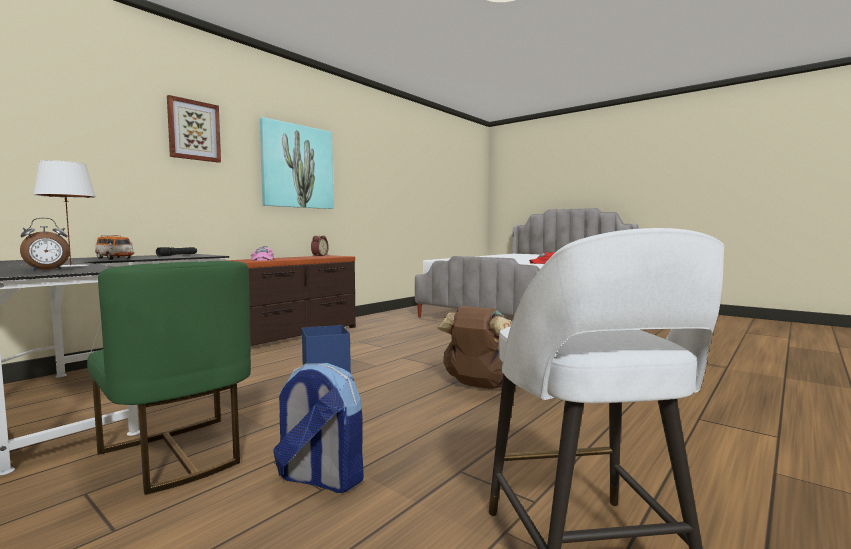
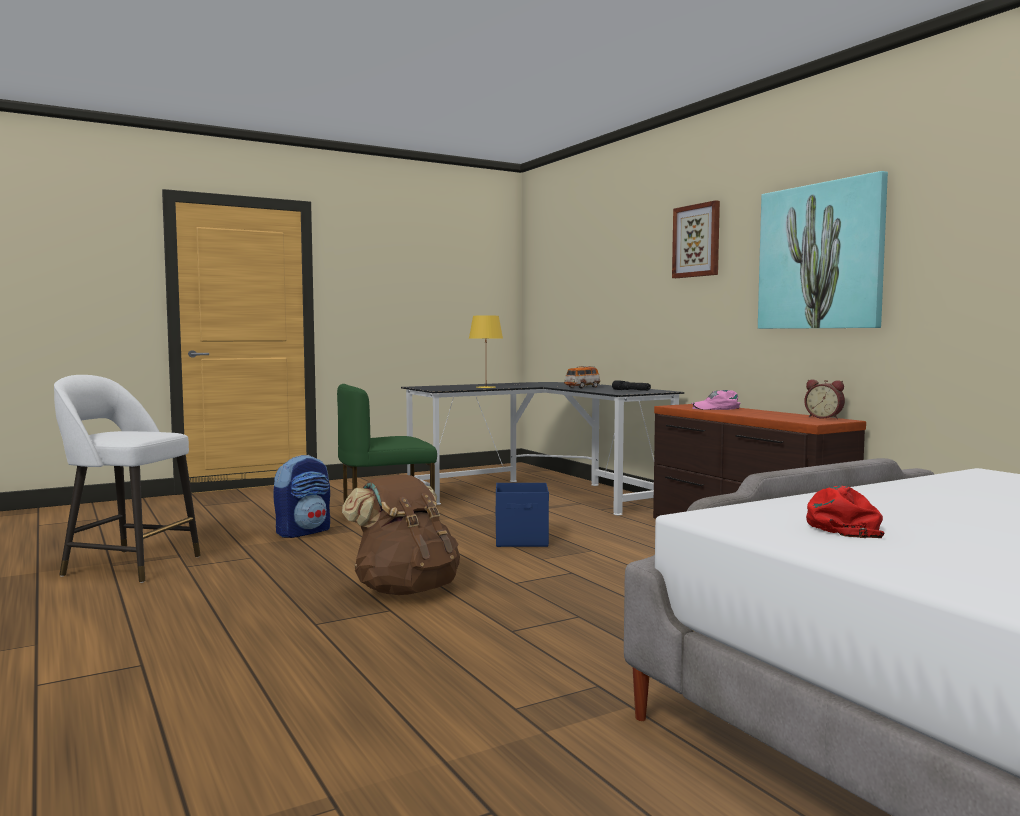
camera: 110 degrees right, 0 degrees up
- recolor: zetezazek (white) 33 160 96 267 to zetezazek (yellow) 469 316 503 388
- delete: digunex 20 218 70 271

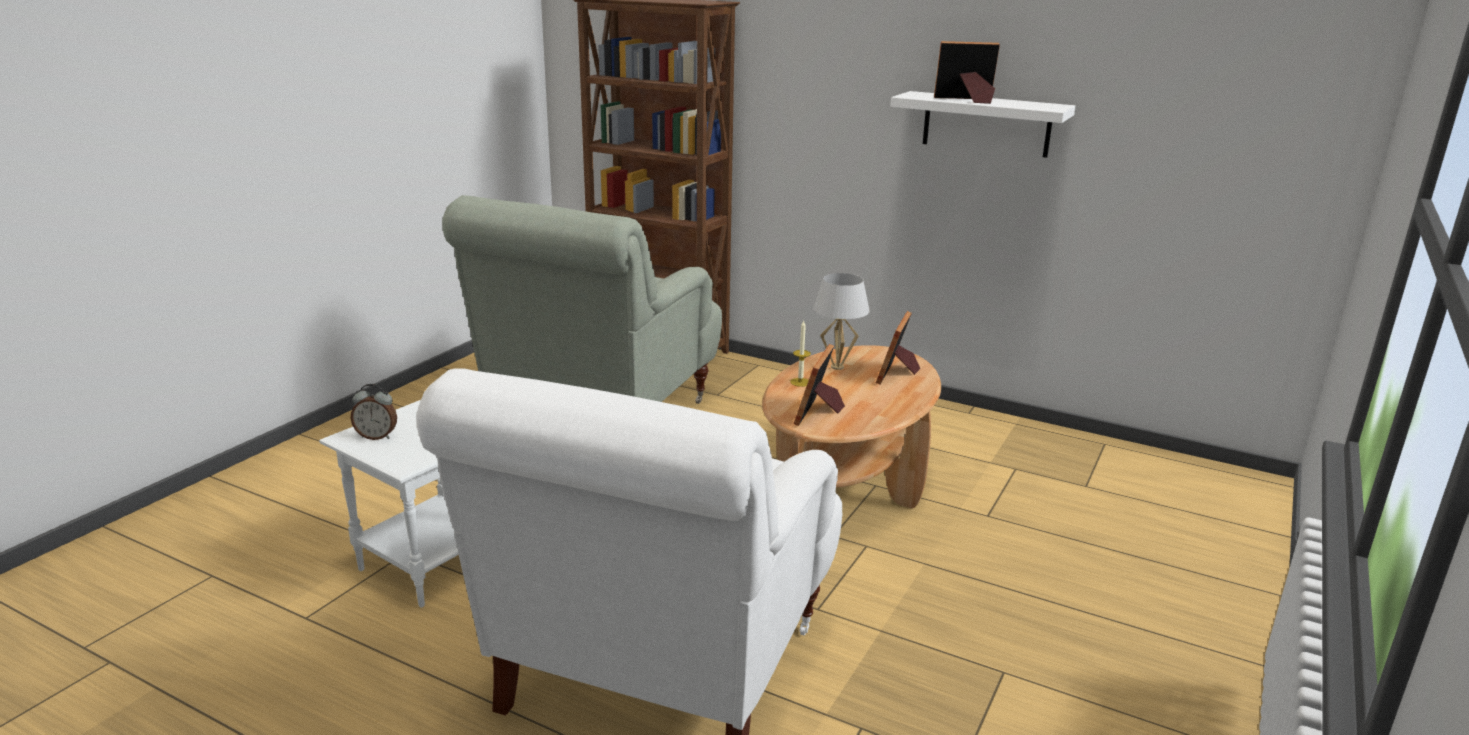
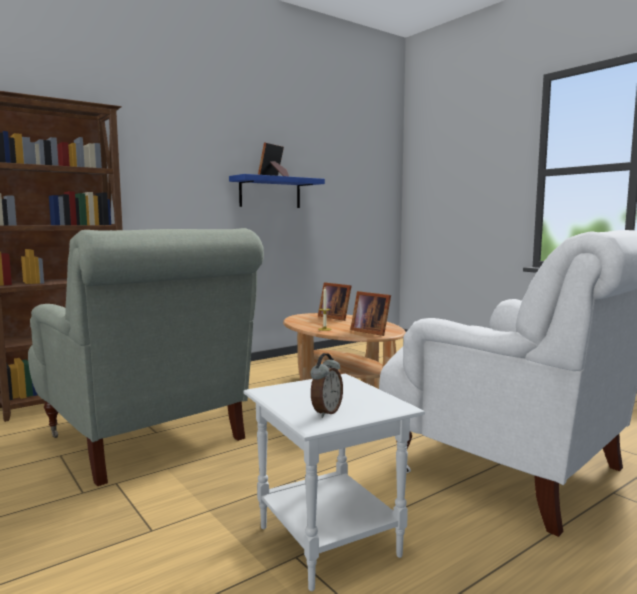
camera: 65 degrees left, 15 degrees down
- recolor: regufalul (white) 890 91 1075 158 to regufalul (blue) 229 174 325 208
- delete: zetezazek (white) 813 273 870 370

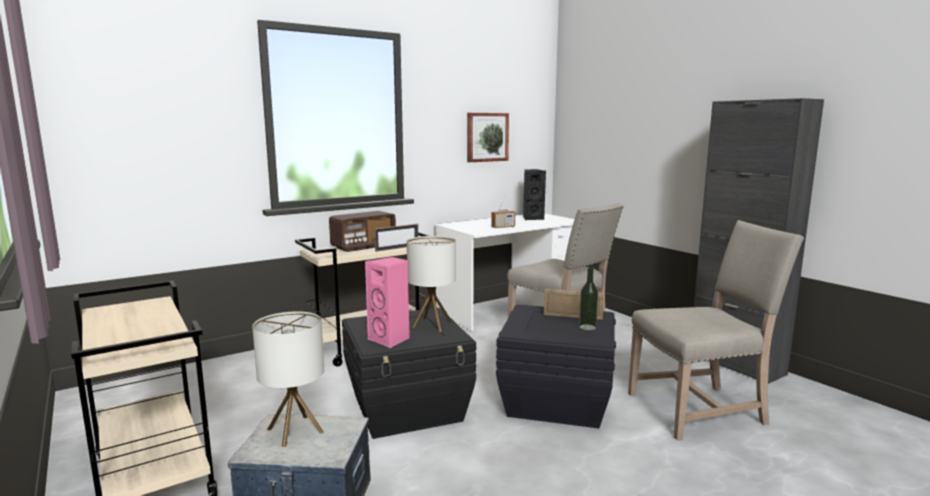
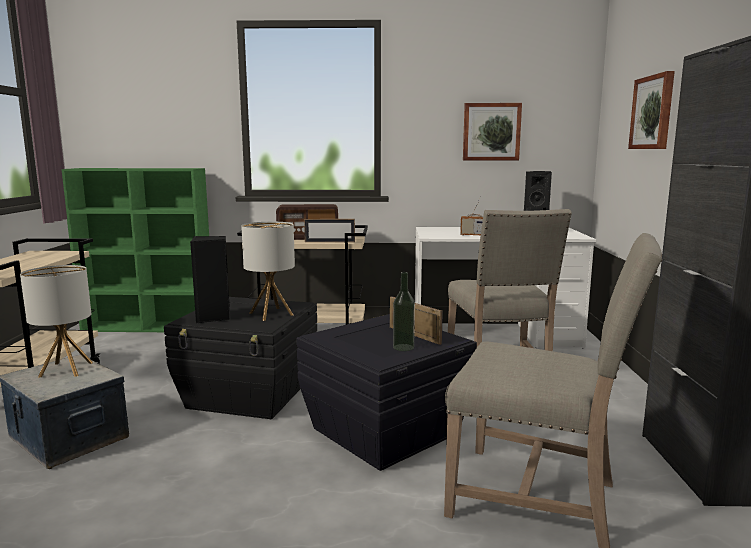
camera: 35 degrees right, 0 degrees up
- recolor: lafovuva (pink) 365 257 410 348 to lafovuva (black) 190 236 230 323
- insert: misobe 628 71 675 149
- insert: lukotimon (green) 61 168 209 332

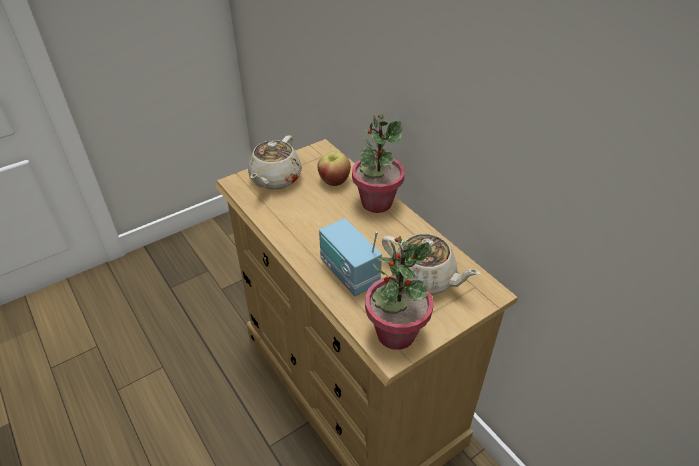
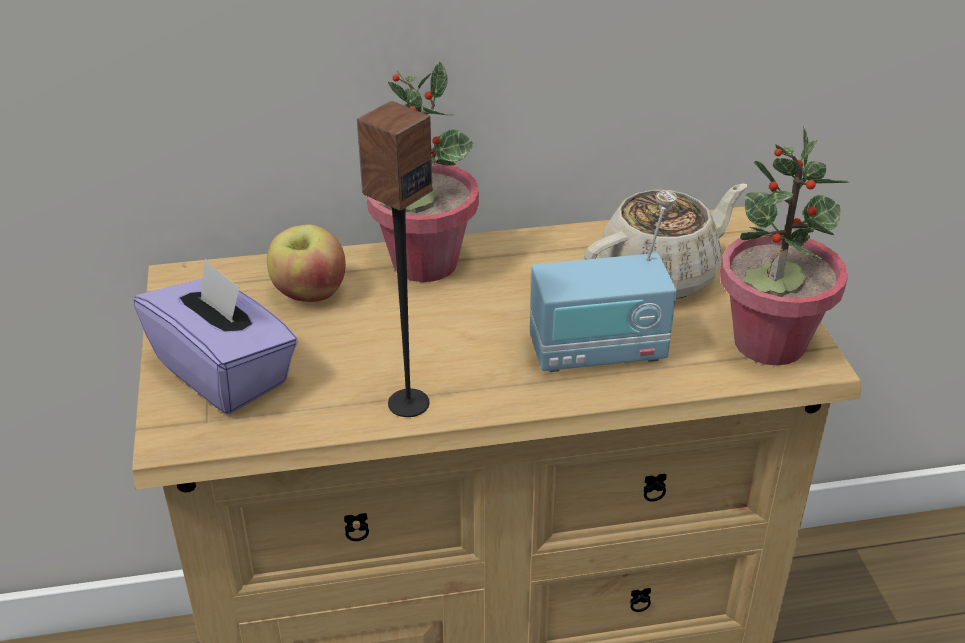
camera: 65 degrees left, 5 degrees down
- replace: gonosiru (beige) 248 135 302 190 to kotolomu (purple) 133 258 298 414
- insert: lafovuva 357 101 432 417

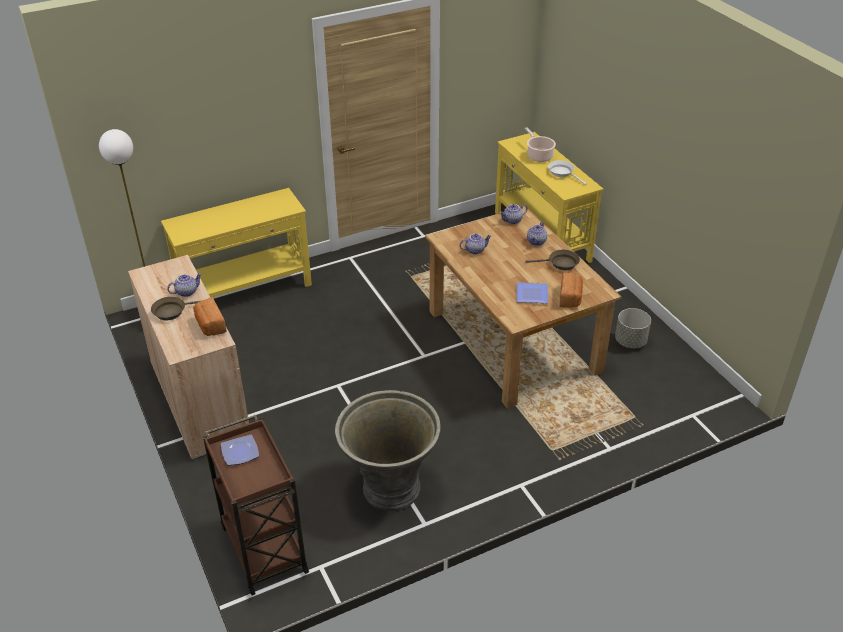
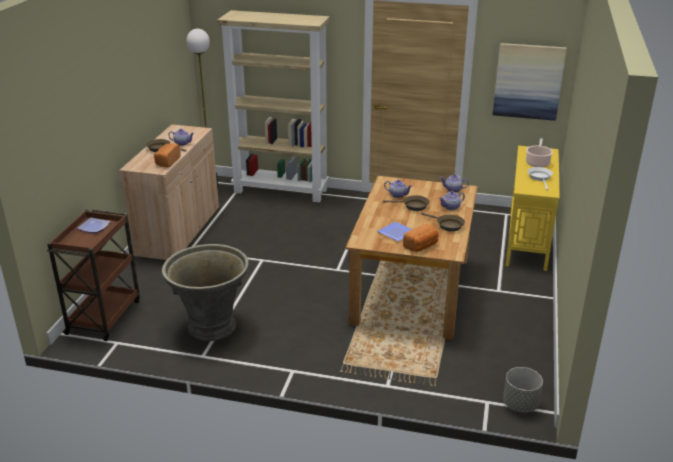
camera: 40 degrees right, 10 degrees down
- replace: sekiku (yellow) 161 188 312 297 to lukotimon (beige) 217 10 330 203
- move: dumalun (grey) 615 308 651 348 to 503 367 543 413
- insert: misobe 493 43 567 121
- insert: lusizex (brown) 383 195 430 211

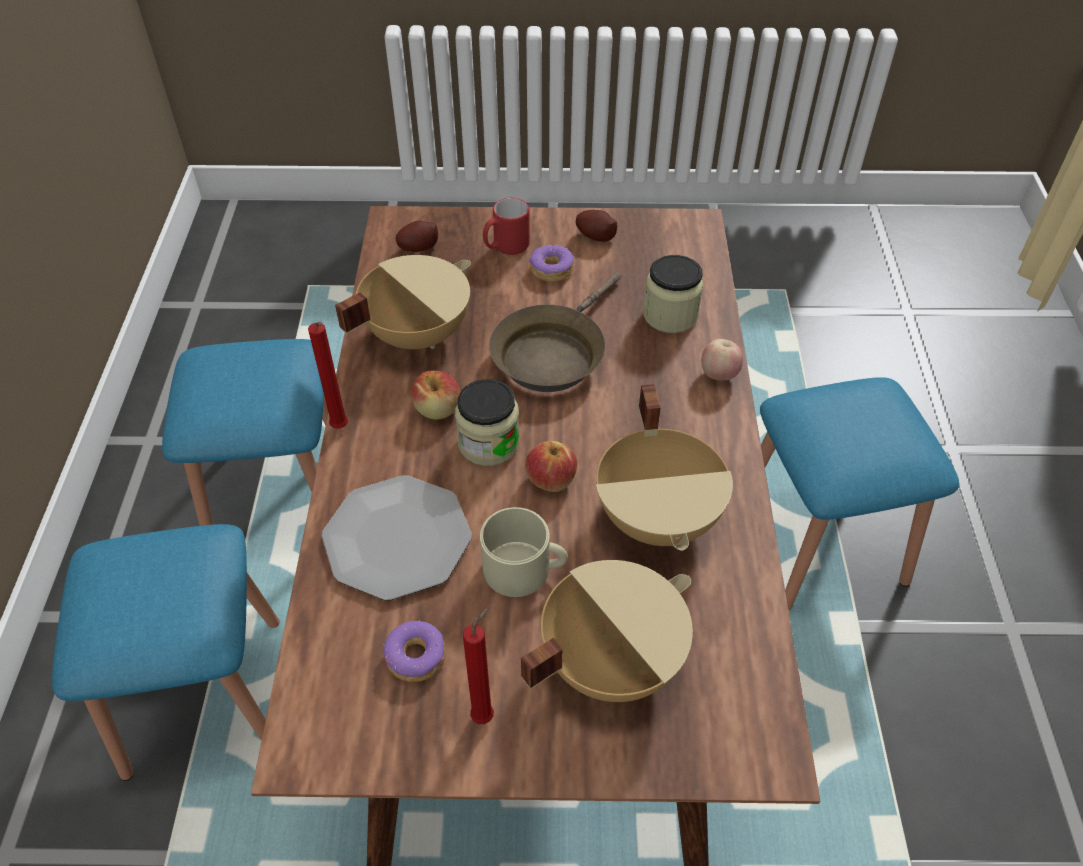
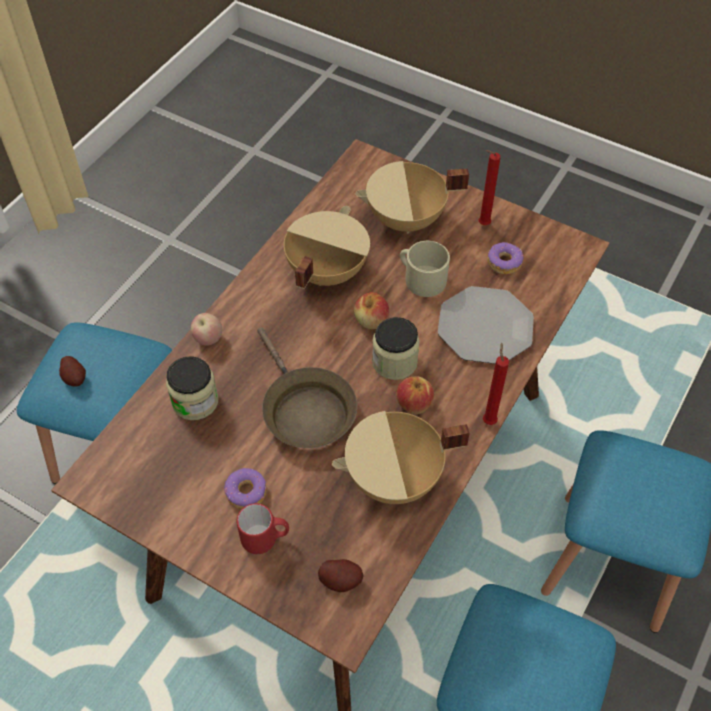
camera: 150 degrees left, 5 degrees up
- move: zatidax 576 210 618 242 to 59 356 86 387
- rotate: lusizex (brown) 489 272 621 392 = 257 327 357 448 90 degrees clockwise

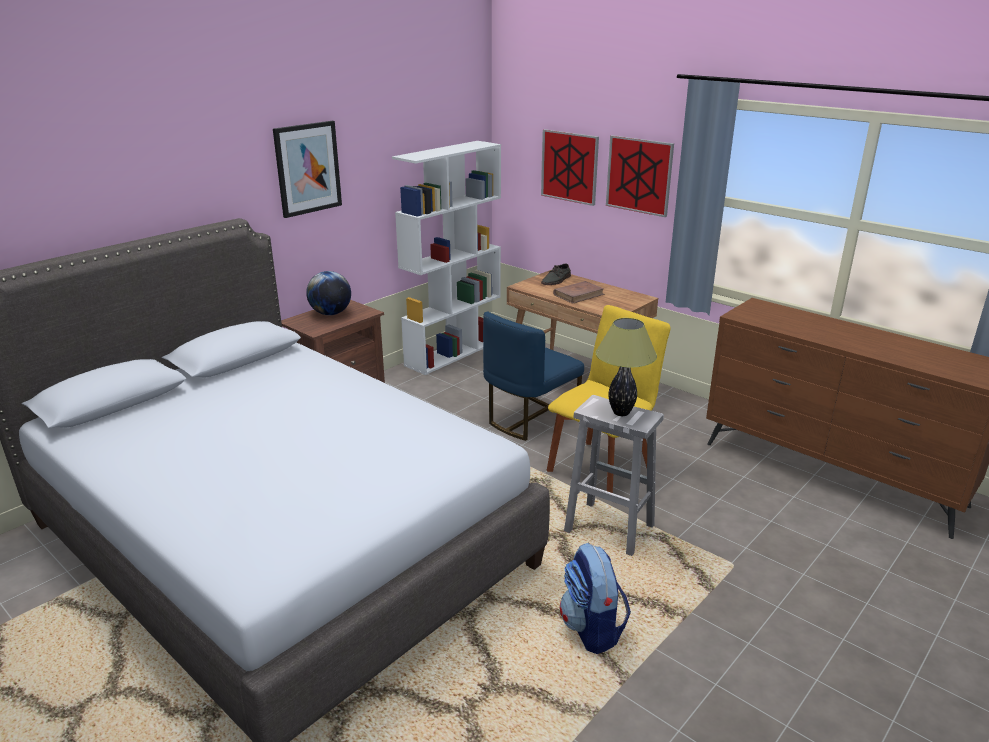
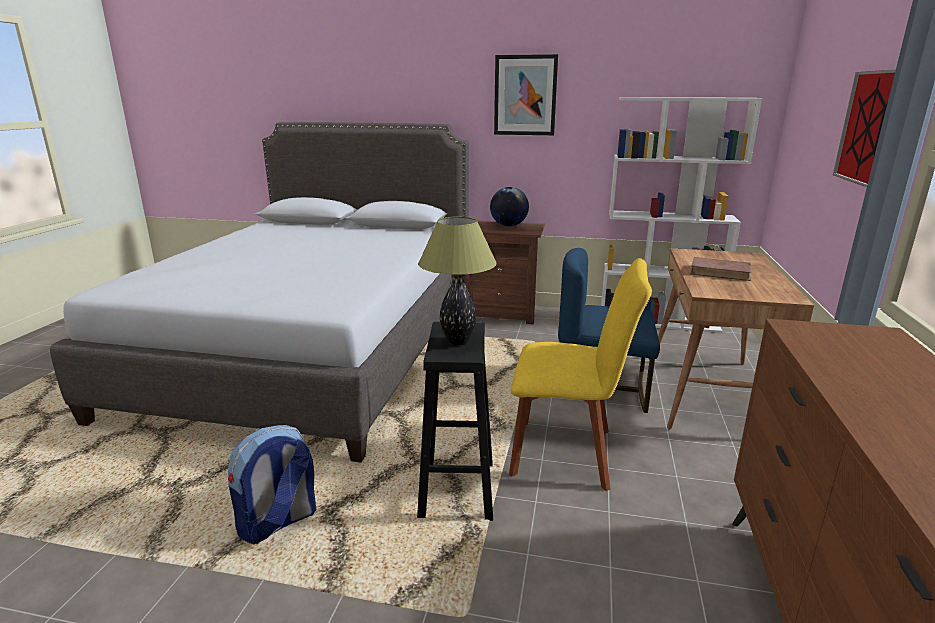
camera: 60 degrees right, 5 degrees down
- delete: misobe 541 129 599 206
- delete: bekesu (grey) 541 263 571 285
- recolor: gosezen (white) 564 395 664 556 to gosezen (black) 417 322 493 521

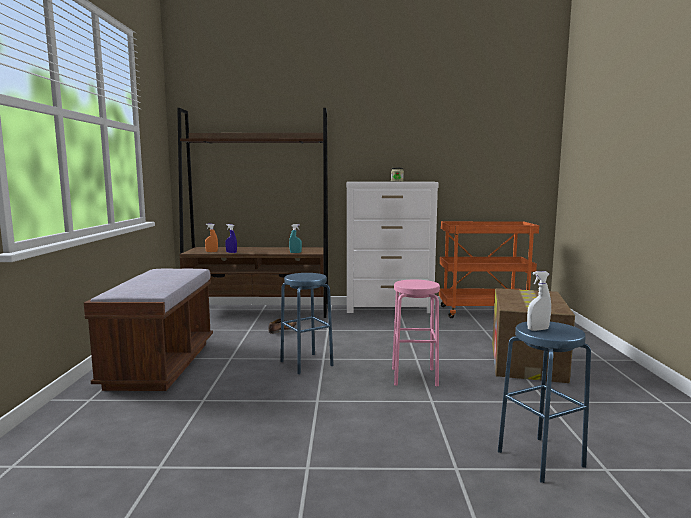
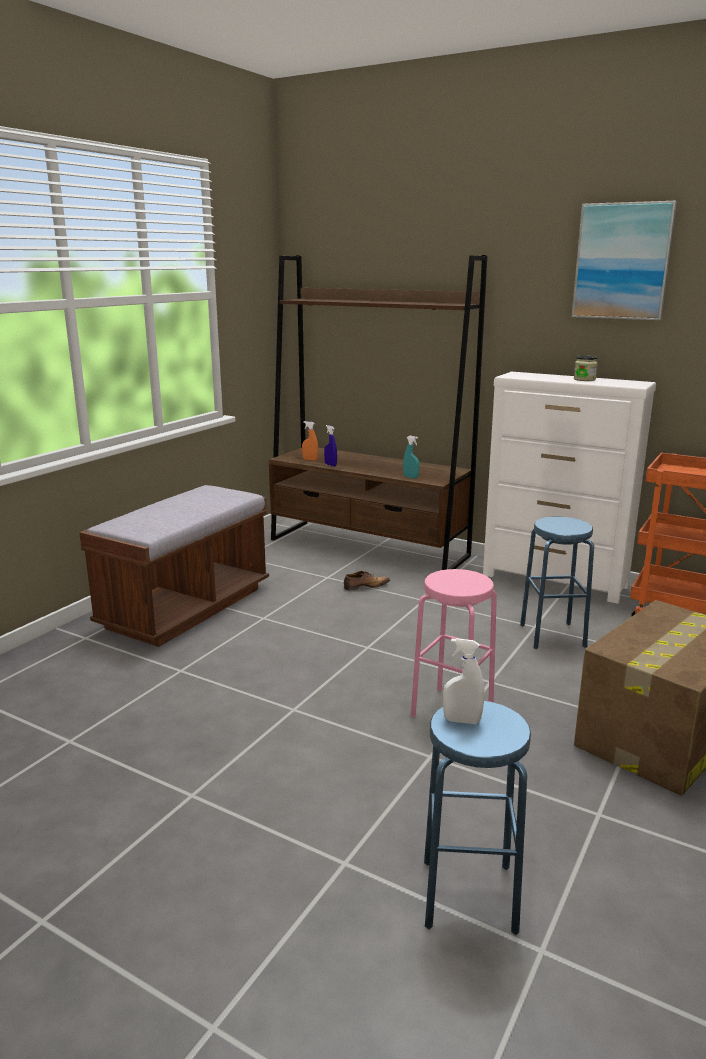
camera: 30 degrees right, 10 degrees up
- move: gosezen (blue) 280 273 334 374 to 520 517 594 649
- insert: misobe 572 201 677 320

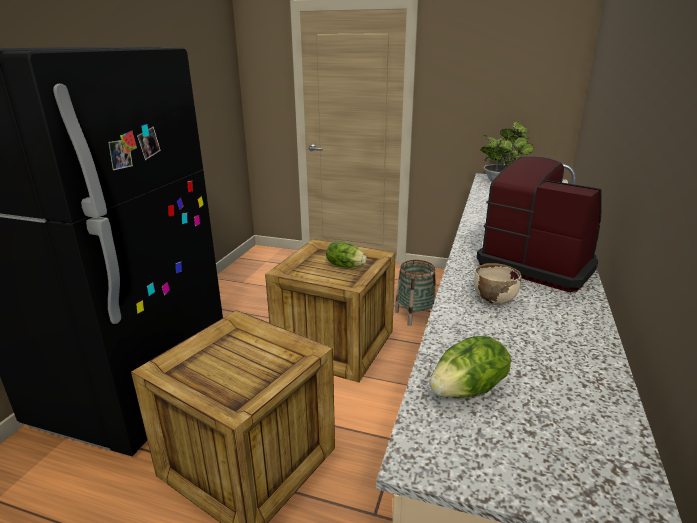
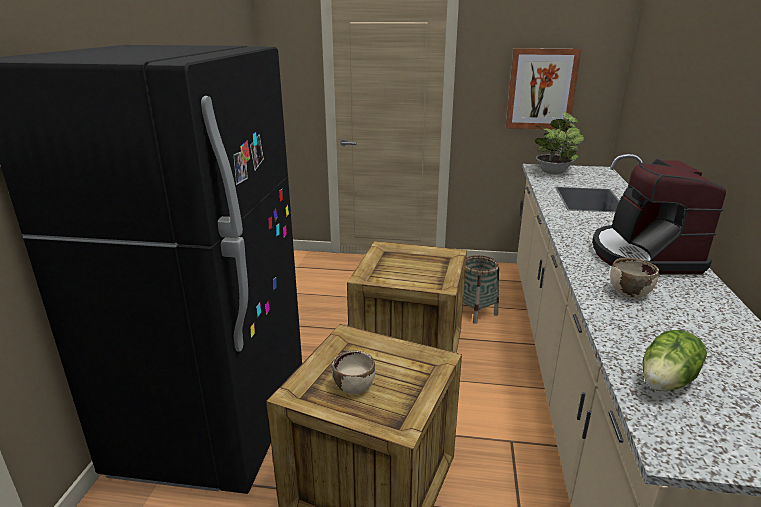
camera: 10 degrees left, 0 degrees up
- rotate: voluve 477 157 602 292 = 592 159 726 275 120 degrees counterclockwise
- delete: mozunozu 326 241 367 268
- insert: misobe 506 48 581 130
- insert: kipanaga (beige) 332 350 375 395

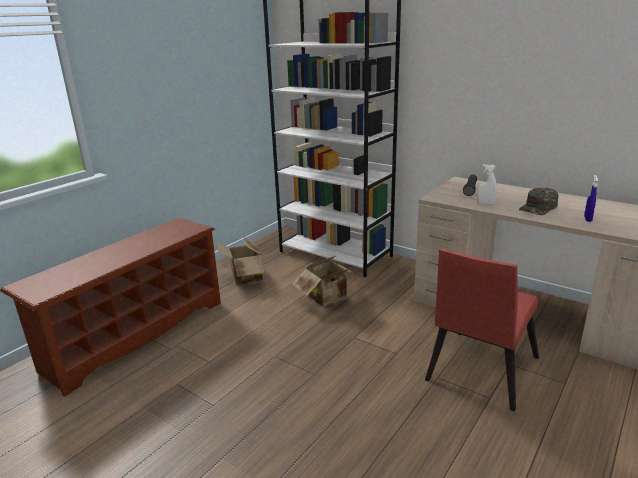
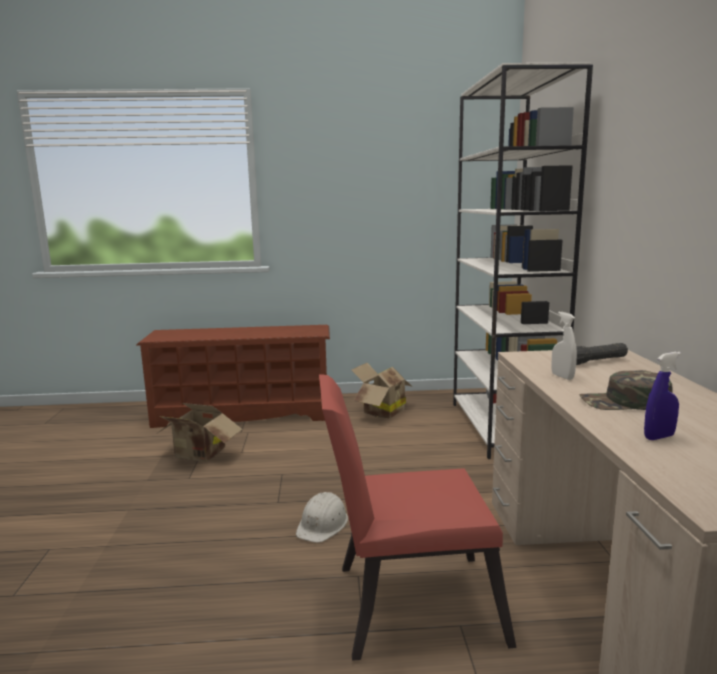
camera: 50 degrees right, 10 degrees down
- move: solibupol 292 256 360 307 to 156 403 242 462
- insert: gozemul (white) 296 492 348 543

